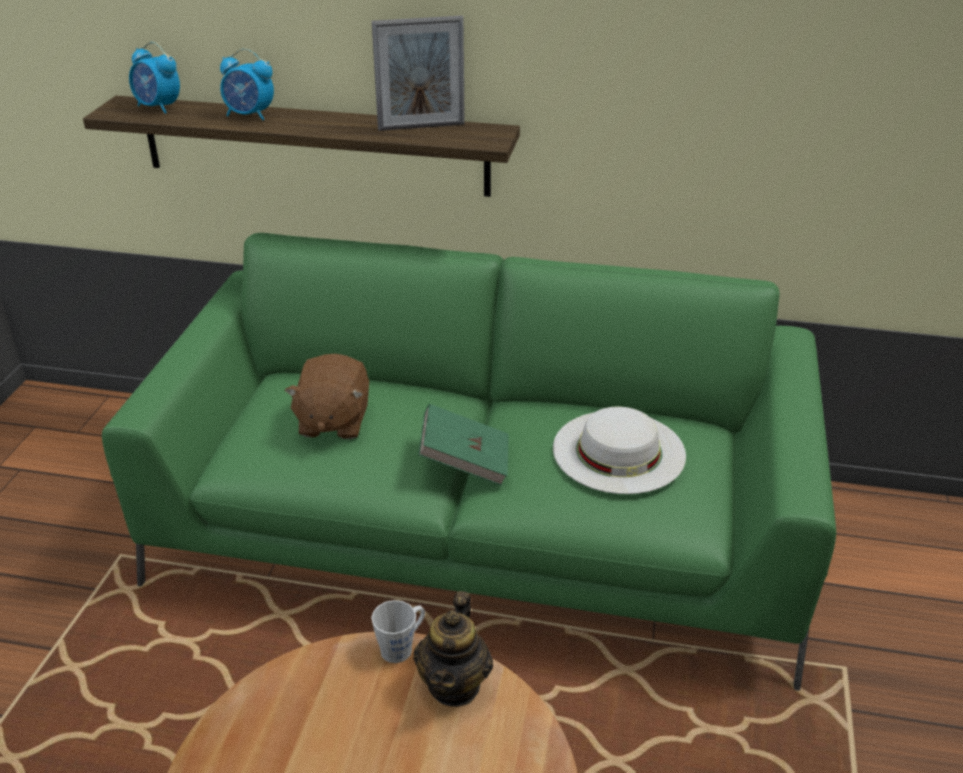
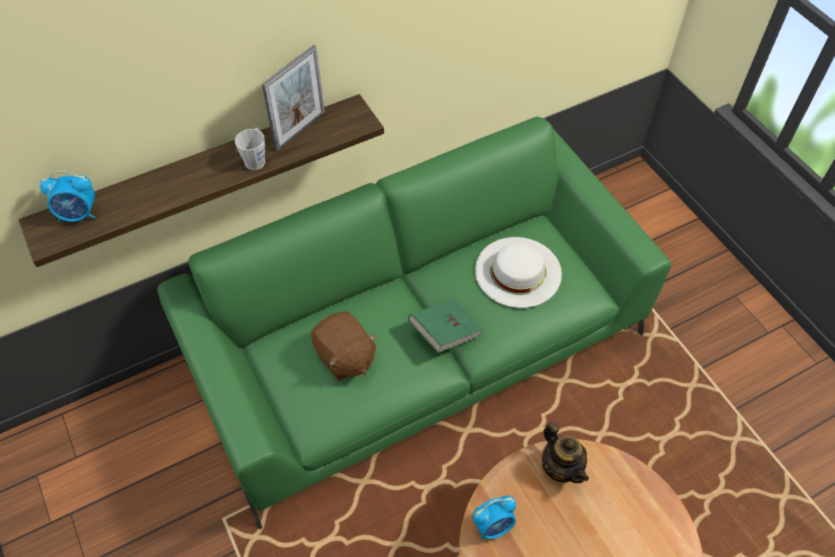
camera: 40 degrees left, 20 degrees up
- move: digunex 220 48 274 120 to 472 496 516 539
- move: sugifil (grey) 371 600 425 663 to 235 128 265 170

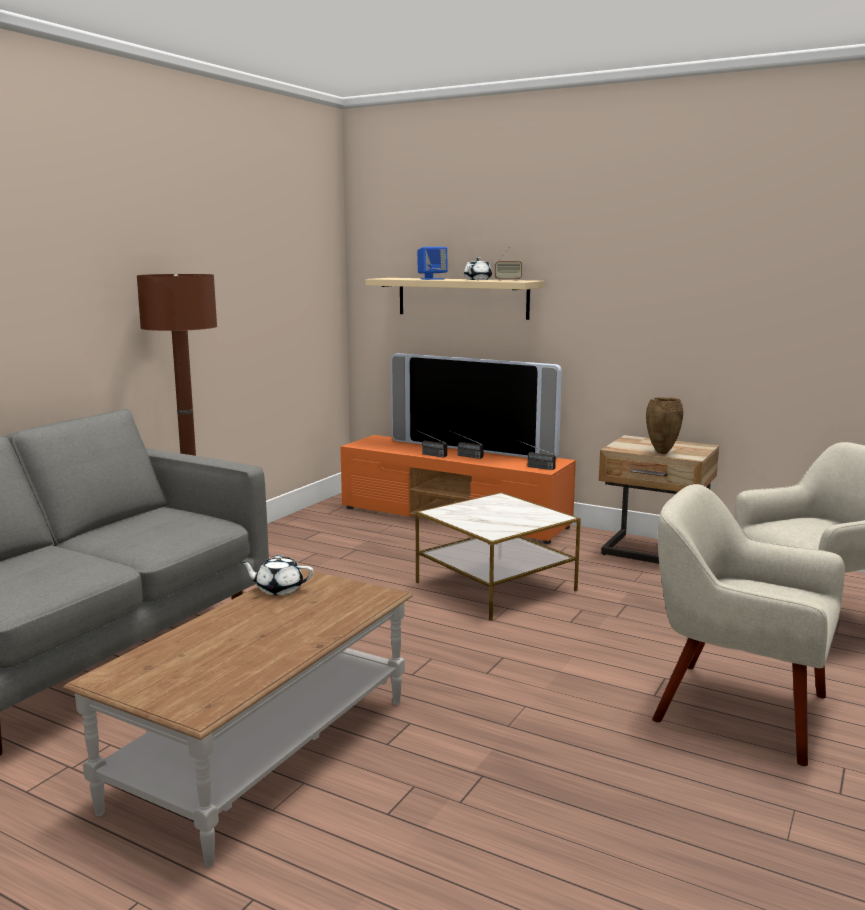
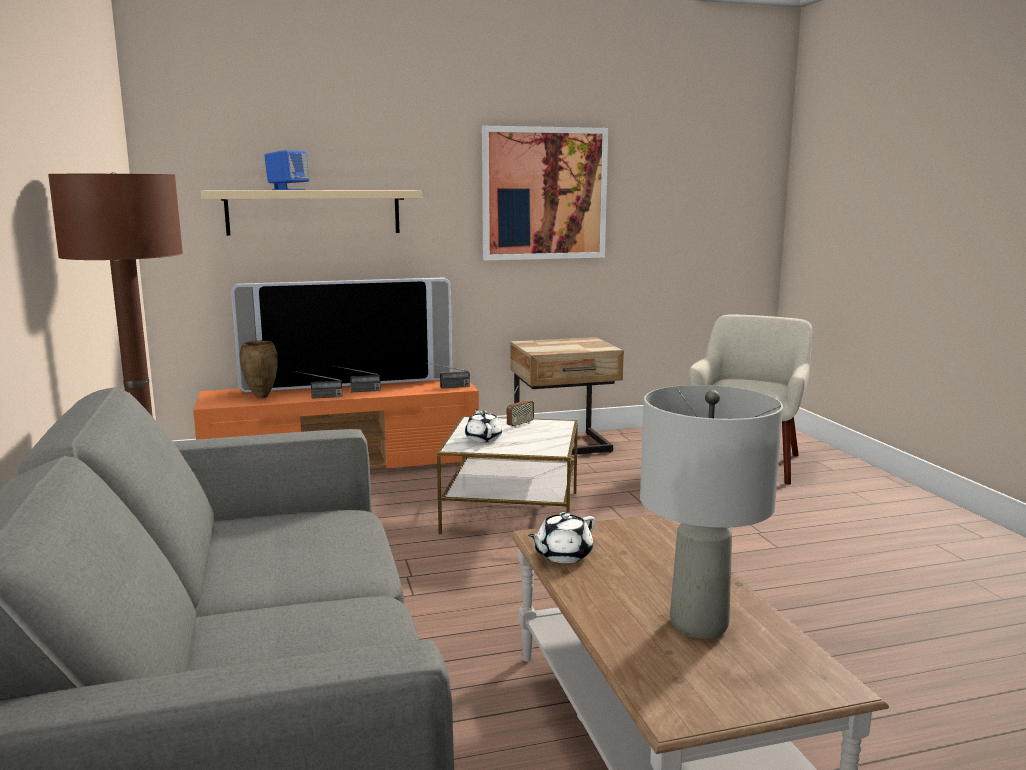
camera: 45 degrees left, 0 degrees up
- move: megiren 495 247 522 281 to 507 386 534 428
- move: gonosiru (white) 464 257 492 280 to 465 409 502 442
- move: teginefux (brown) 646 397 683 454 to 239 341 278 398
- delete: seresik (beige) 652 484 845 766
- insert: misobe 482 126 608 261
- insert: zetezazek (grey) 640 385 783 639

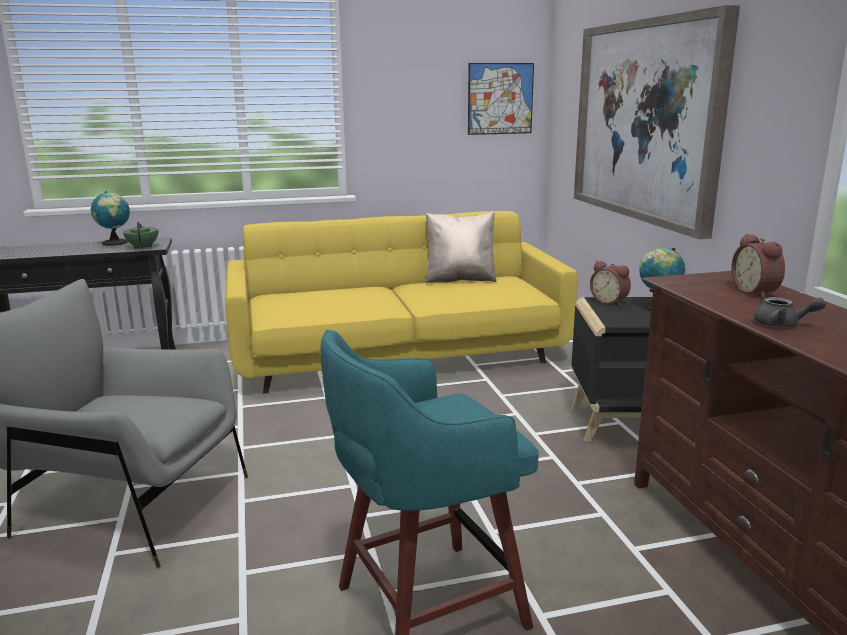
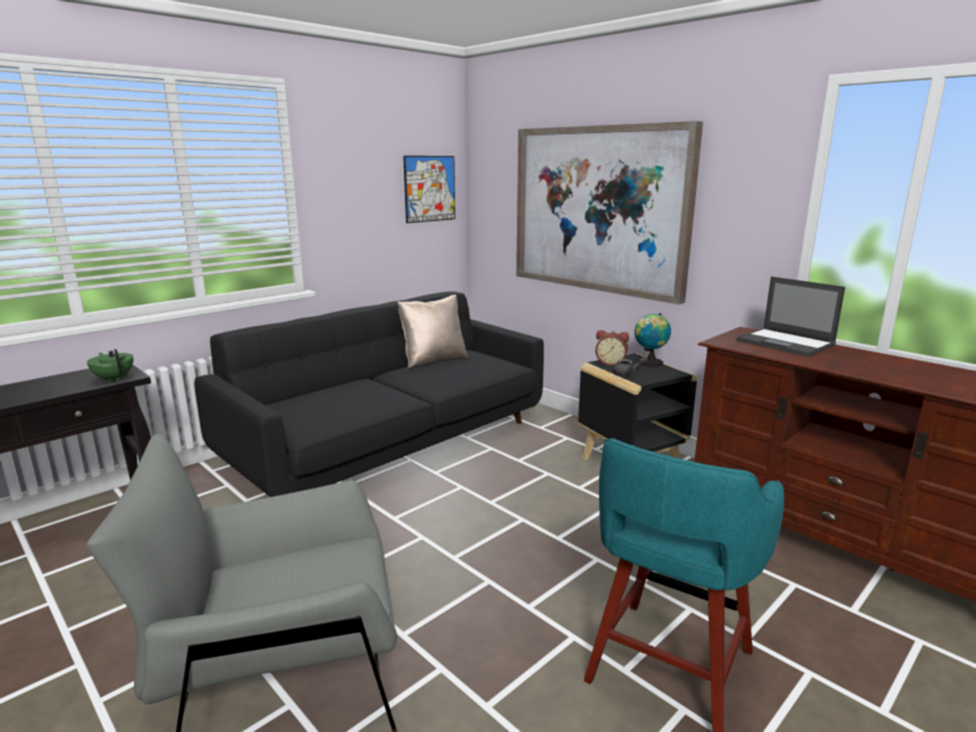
camera: 30 degrees left, 0 degrees up
- delete: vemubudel 91 191 130 246
- recolor: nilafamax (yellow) 225 211 578 393 to nilafamax (black) 194 291 544 497
- replace: digunex 731 234 785 298 to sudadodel 736 277 845 357
- move: gonosiru (grey) 754 297 826 327 to 613 357 648 376

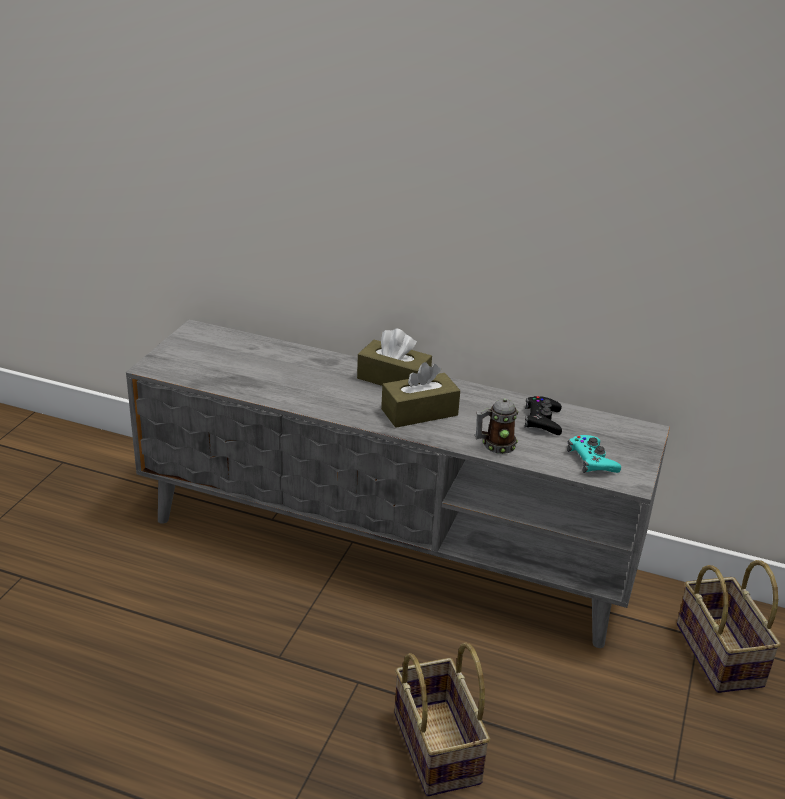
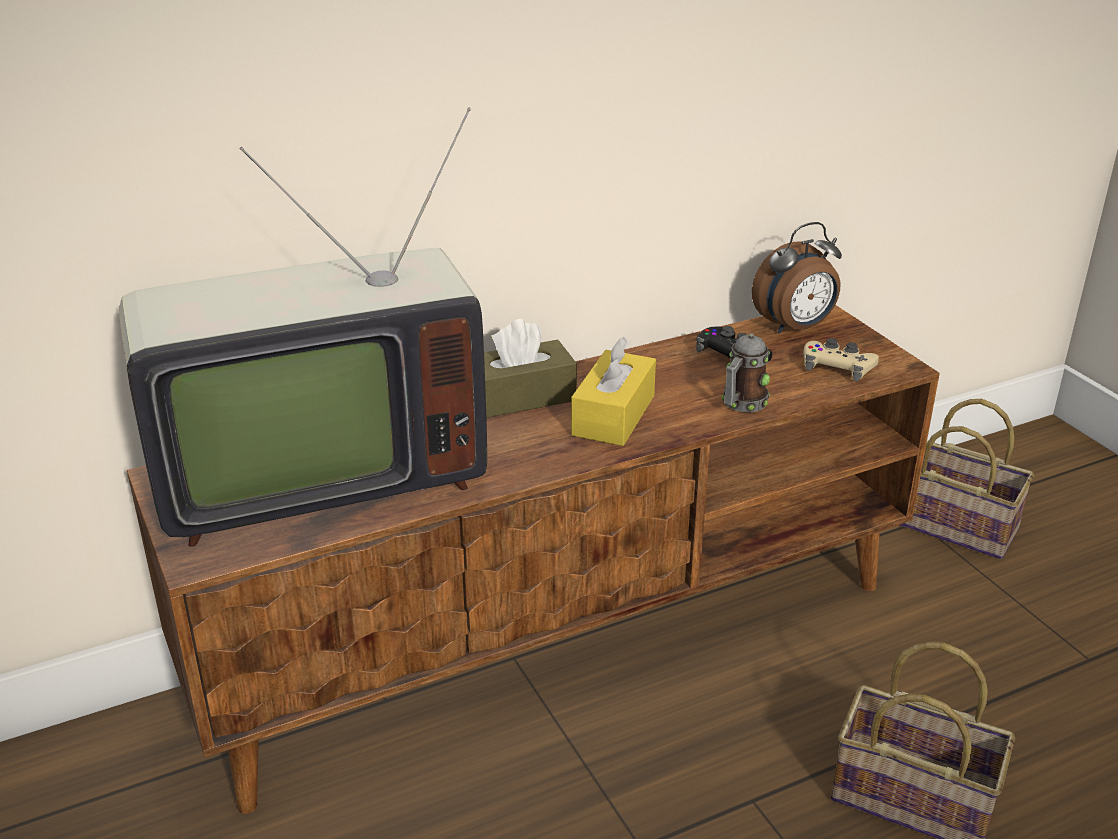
camera: 45 degrees left, 0 degrees up
- recolor: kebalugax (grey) 126 319 670 648 to kebalugax (brown) 127 305 940 814
- recolor: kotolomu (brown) 381 362 460 428 to kotolomu (yellow) 571 336 656 446
- recolor: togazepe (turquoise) 567 435 621 473 to togazepe (beige) 803 338 879 381
- insert: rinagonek 119 107 487 547
- insert: digunex 752 222 842 334

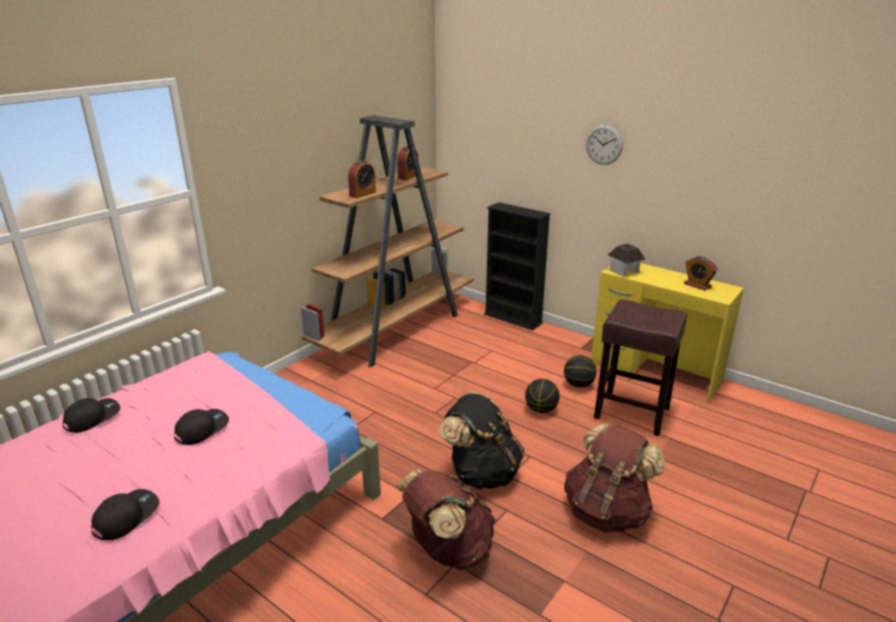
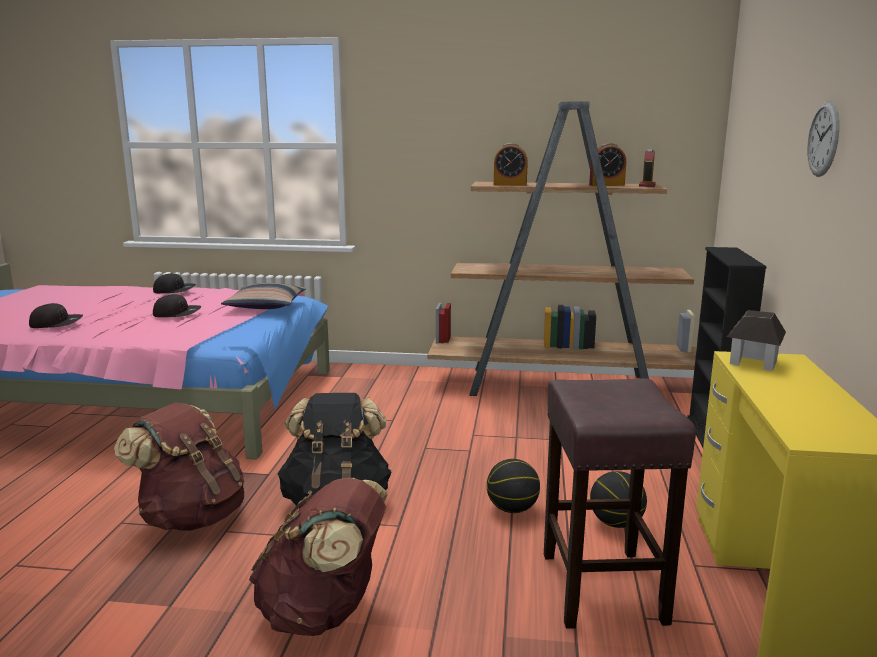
camera: 60 degrees right, 10 degrees down
- move: digunex 684 256 718 290 to 639 149 656 187
- insert: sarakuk 221 283 306 309

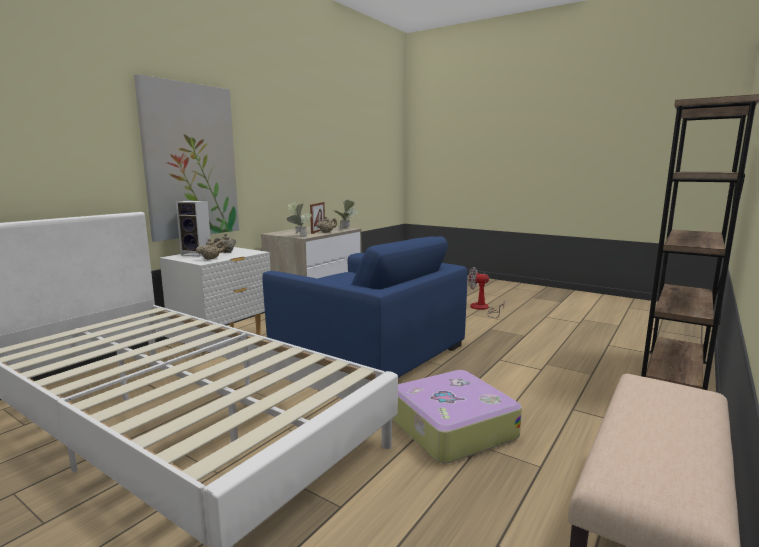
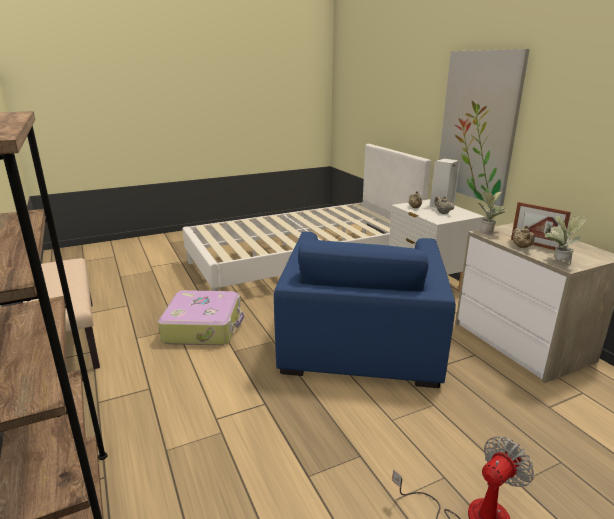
camera: 120 degrees right, 10 degrees up
- rotate: seresik (blue) 262 236 468 378 = 274 232 456 388 60 degrees counterclockwise

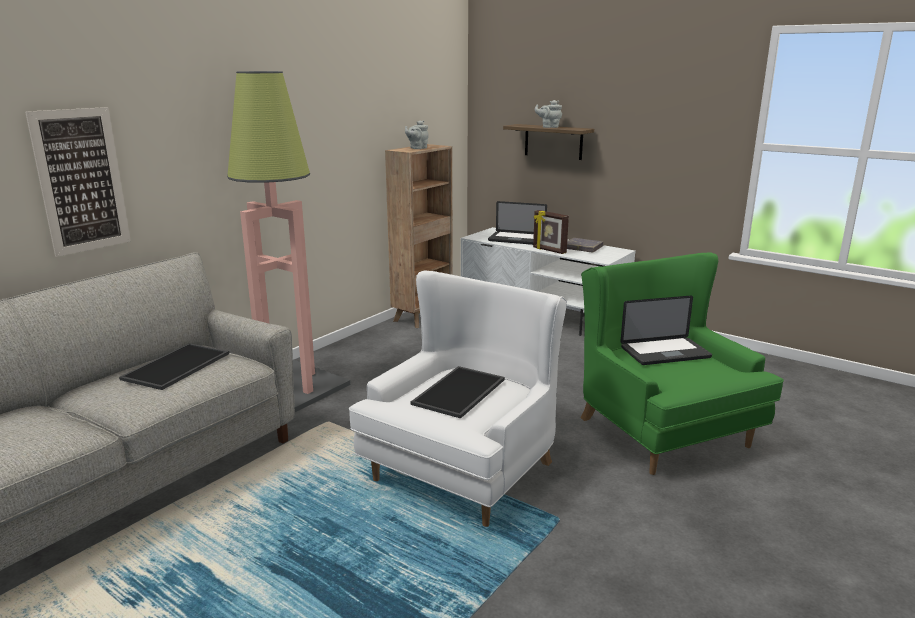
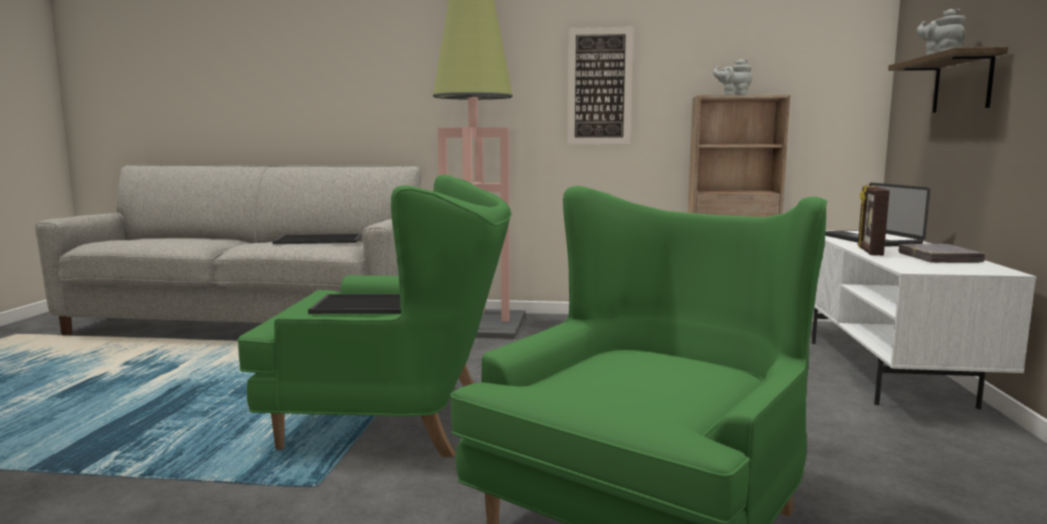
camera: 60 degrees right, 10 degrees down
- move: misobe 25 107 131 257 to 567 27 633 144
- recolor: seresik (white) 349 270 567 527 to seresik (green) 237 175 512 457
- delete: sudadodel 620 296 712 365

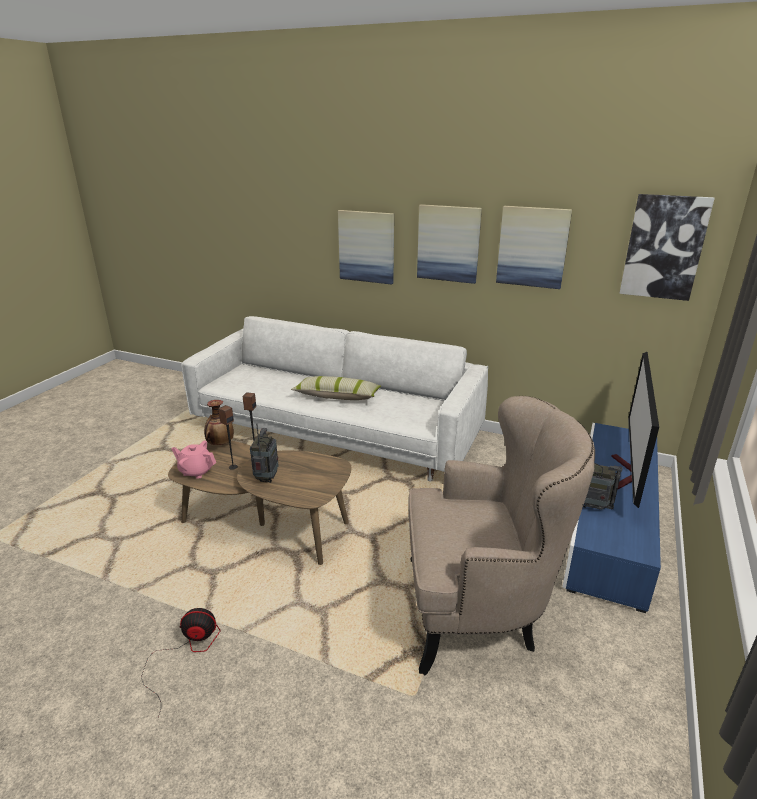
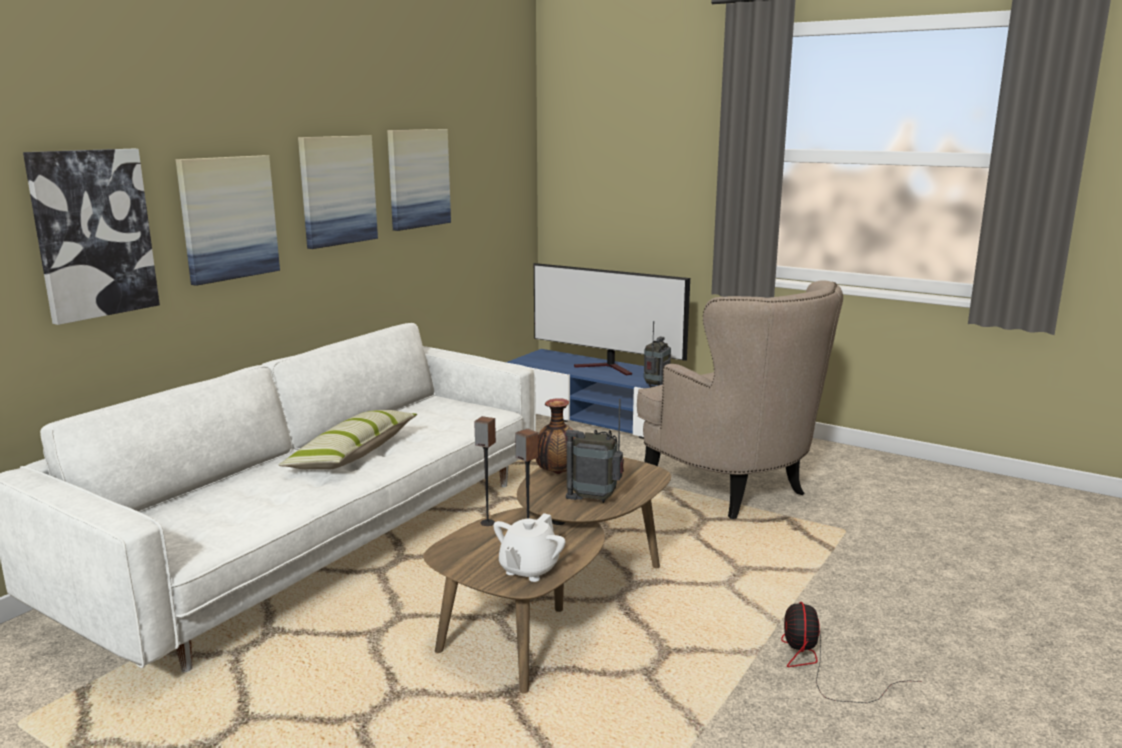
camera: 80 degrees left, 10 degrees down
- move: misobe 619 194 715 301 to 23 149 160 325
- rotate: seresik (beige) 408 396 595 675 = 637 281 843 519 135 degrees clockwise
- move: teginefux 204 400 234 445 to 536 398 575 474
- recolor: gonosiru (pink) 171 440 216 479 to gonosiru (white) 493 513 566 582

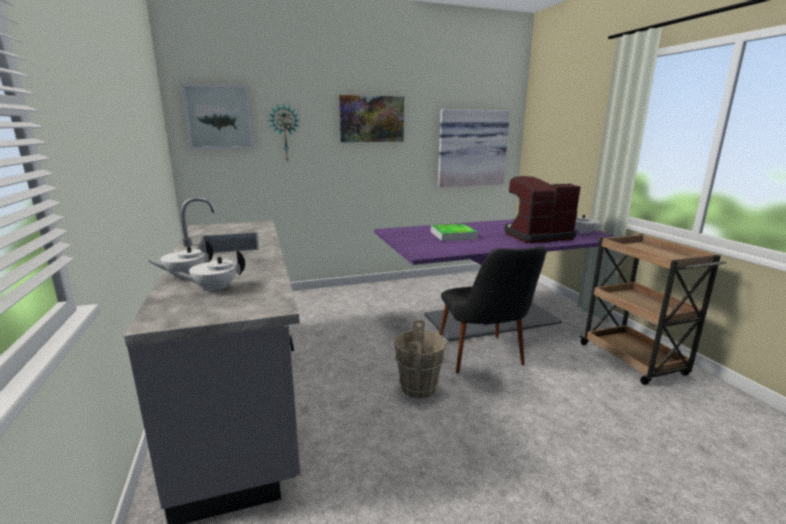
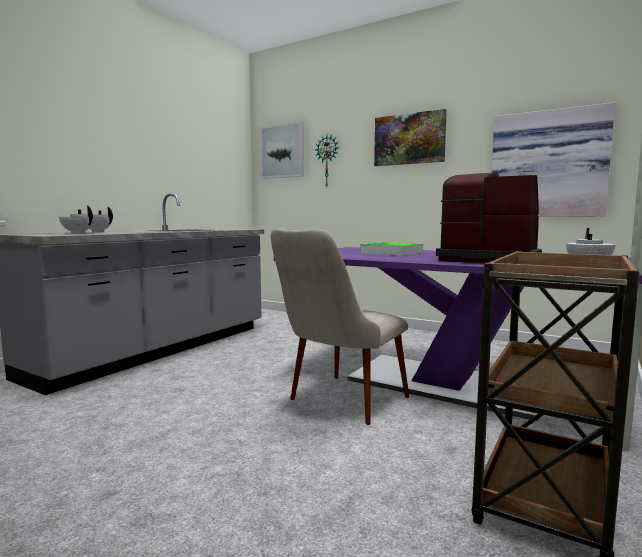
camera: 50 degrees right, 10 degrees down
- recolor: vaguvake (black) 439 246 546 373 to vaguvake (beige) 271 229 409 425
- delete: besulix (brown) 394 319 446 399

